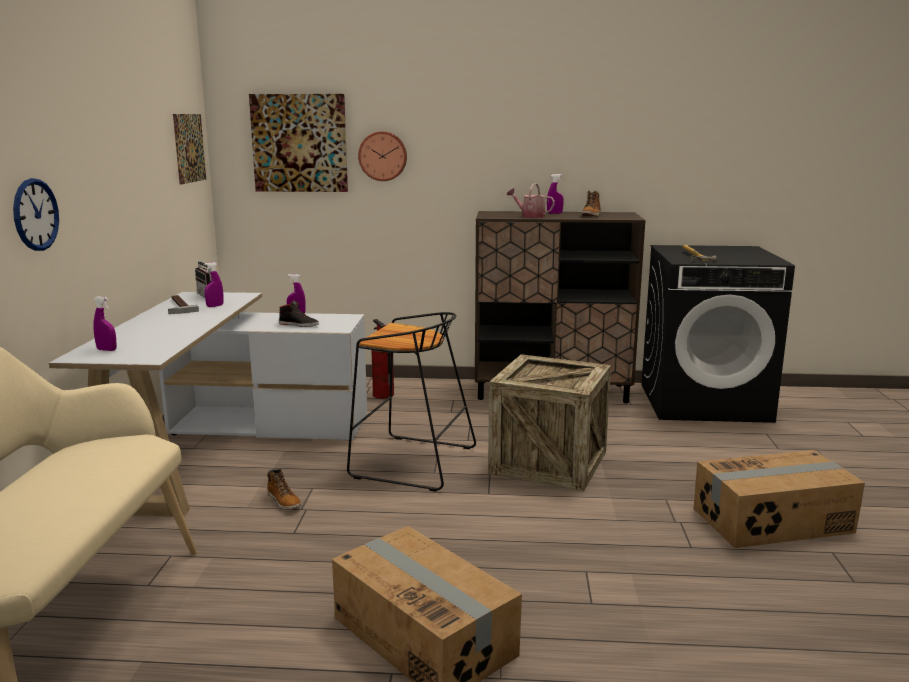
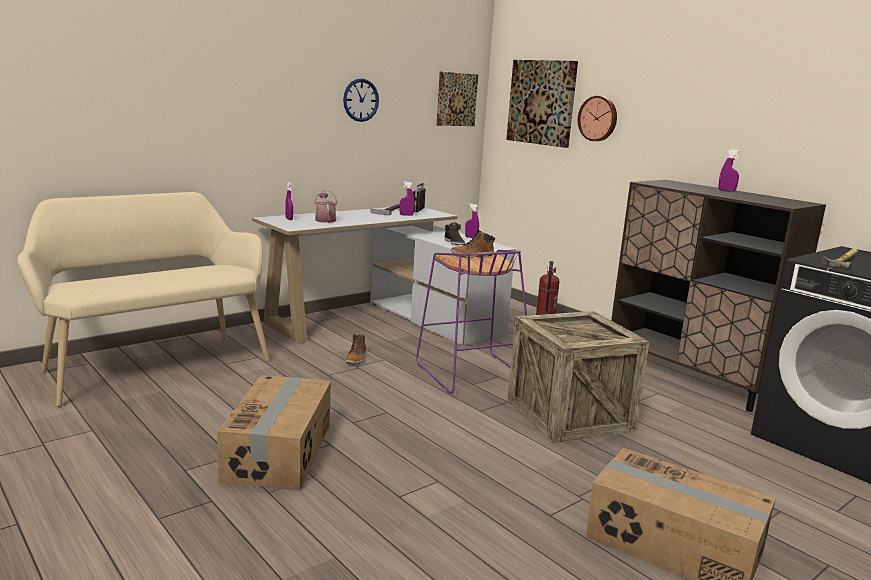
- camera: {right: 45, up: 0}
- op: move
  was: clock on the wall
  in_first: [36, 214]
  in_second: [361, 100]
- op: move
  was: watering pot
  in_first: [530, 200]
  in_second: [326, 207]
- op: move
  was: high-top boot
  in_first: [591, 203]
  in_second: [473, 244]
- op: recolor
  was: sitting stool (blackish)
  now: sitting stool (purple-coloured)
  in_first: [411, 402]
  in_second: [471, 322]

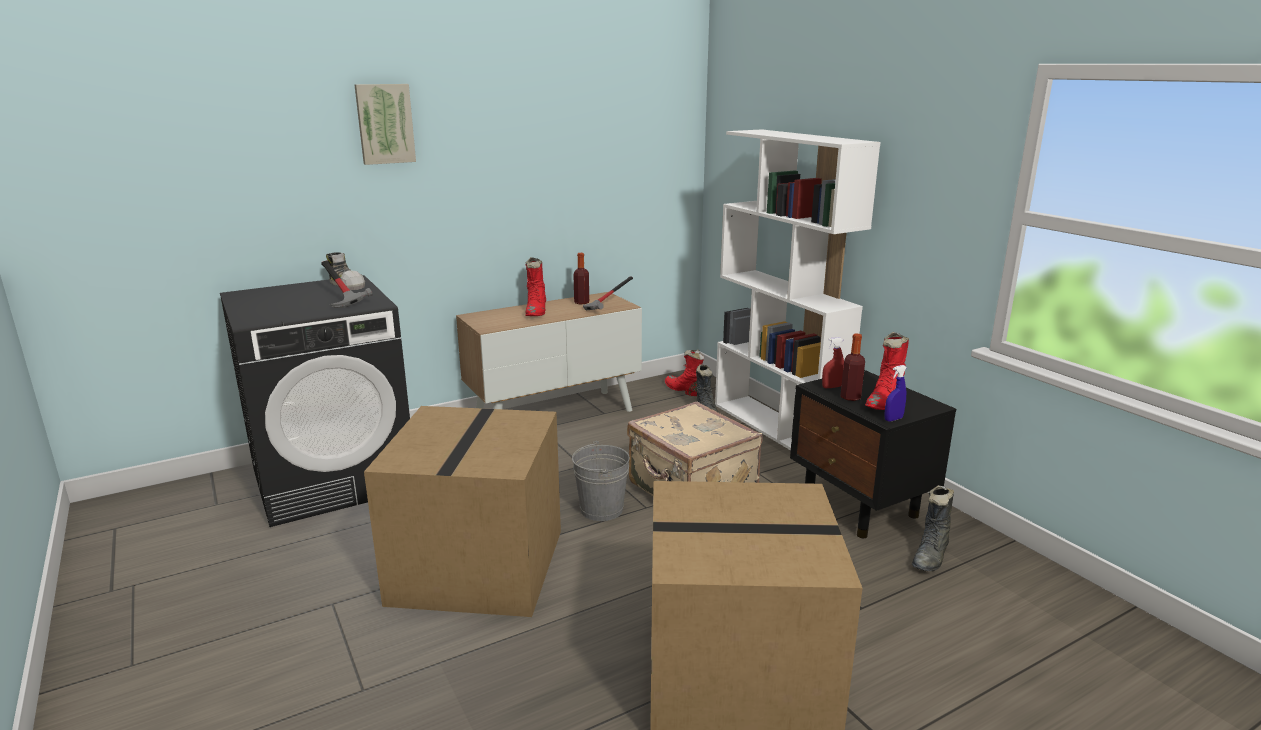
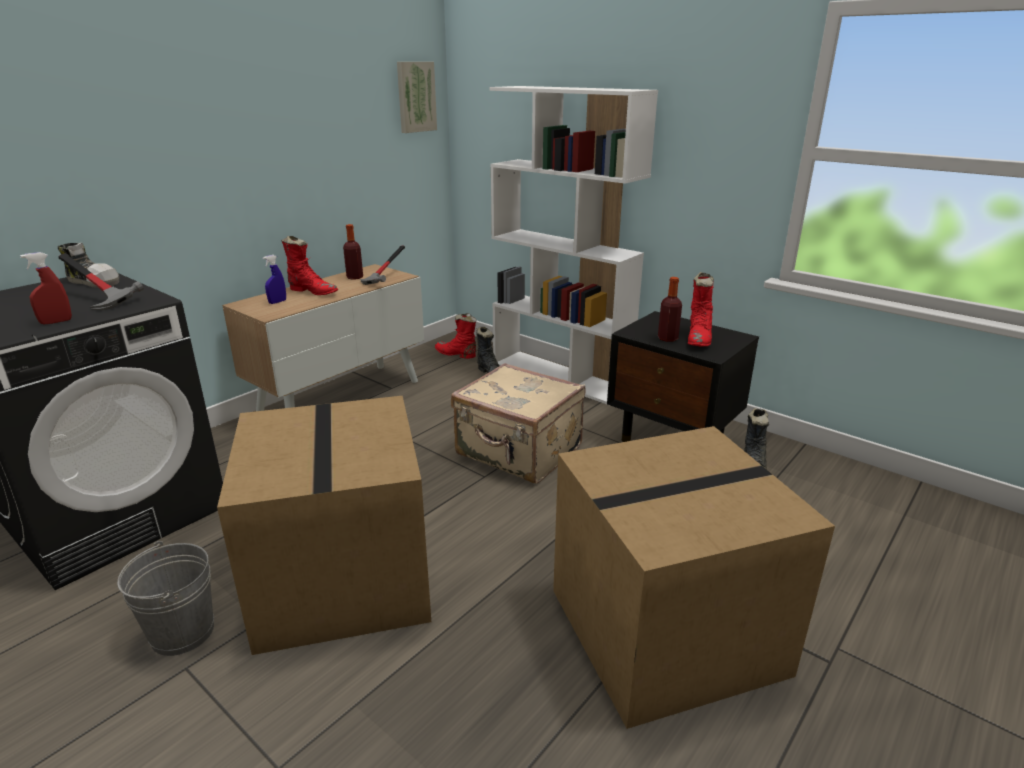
- camera: {right: -20, up: 5}
- op: move
  was: wall picture
  in_first: [385, 124]
  in_second: [417, 97]
- op: move
  was: bucket (grey)
  in_first: [601, 481]
  in_second: [165, 598]
- op: move
  was: spray bottle (red)
  in_first: [833, 362]
  in_second: [46, 288]
- op: move
  was: spray bottle (blue)
  in_first: [895, 393]
  in_second: [274, 279]
- op: rotate
  was: high-top boot (red)
  in_first: [535, 286]
  in_second: [309, 265]
  clockwise: -45

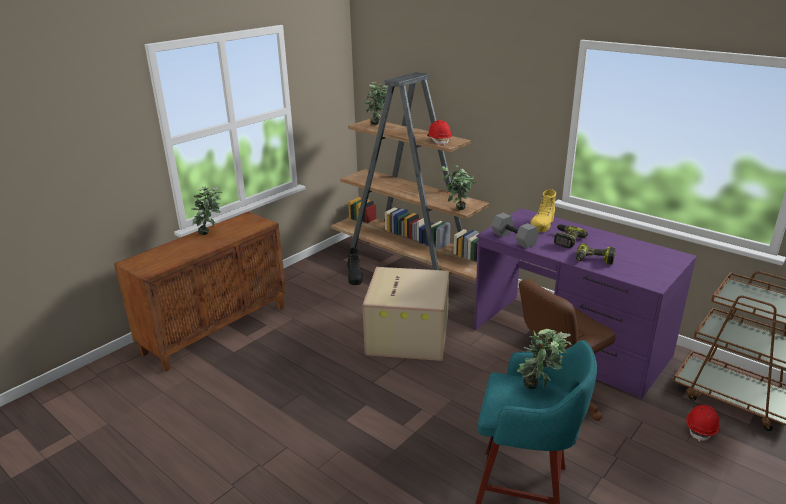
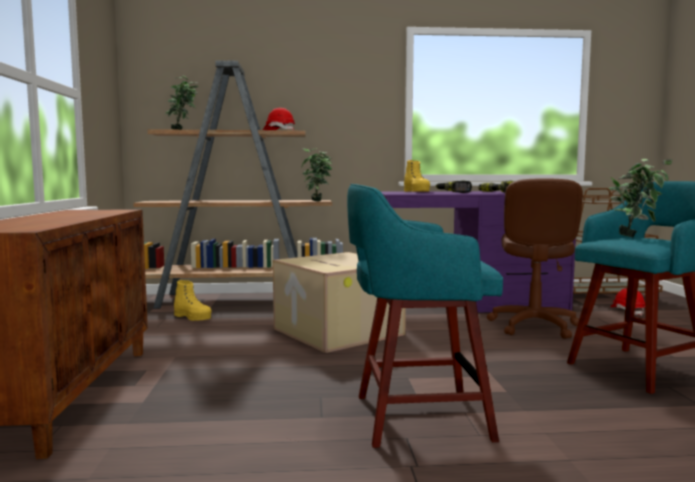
- camera: {right: -45, up: -20}
- op: delete
  was: potted plant
  in_first: [206, 210]
- op: delete
  was: free weight (grey)
  in_first: [515, 230]
- op: insert
  now: sitting stool (turquoise-coloured)
  in_second: [425, 316]
- op: recolor
  was: high-top boot (blackish)
  now: high-top boot (yellowish)
  in_first: [354, 266]
  in_second: [193, 300]

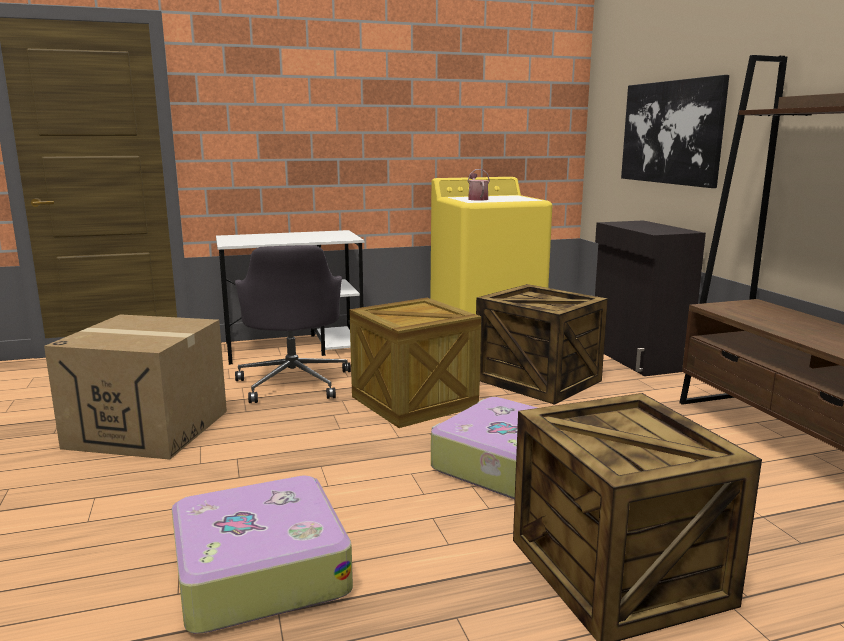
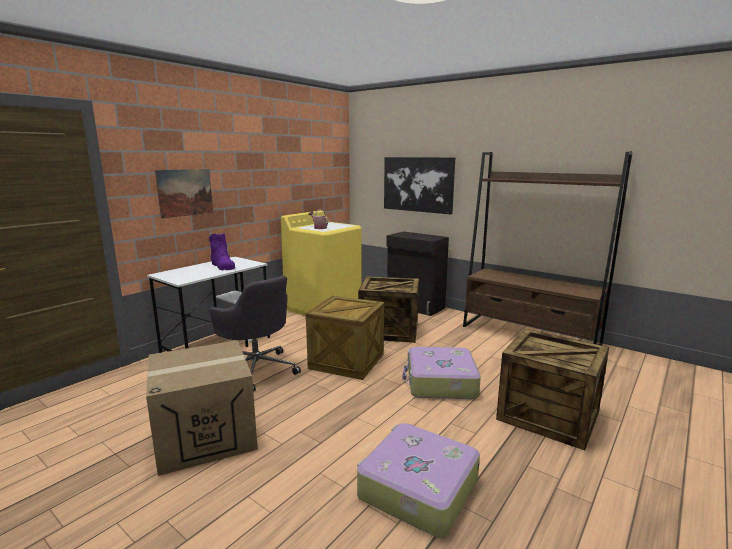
- camera: {right: -35, up: 0}
- op: insert
  now: wall picture
  in_second: [184, 194]
- op: insert
  now: high-top boot (purple-coloured)
  in_second: [222, 251]

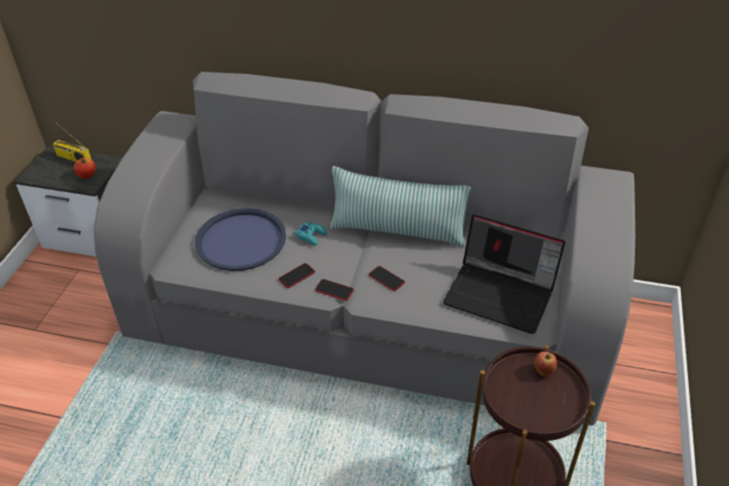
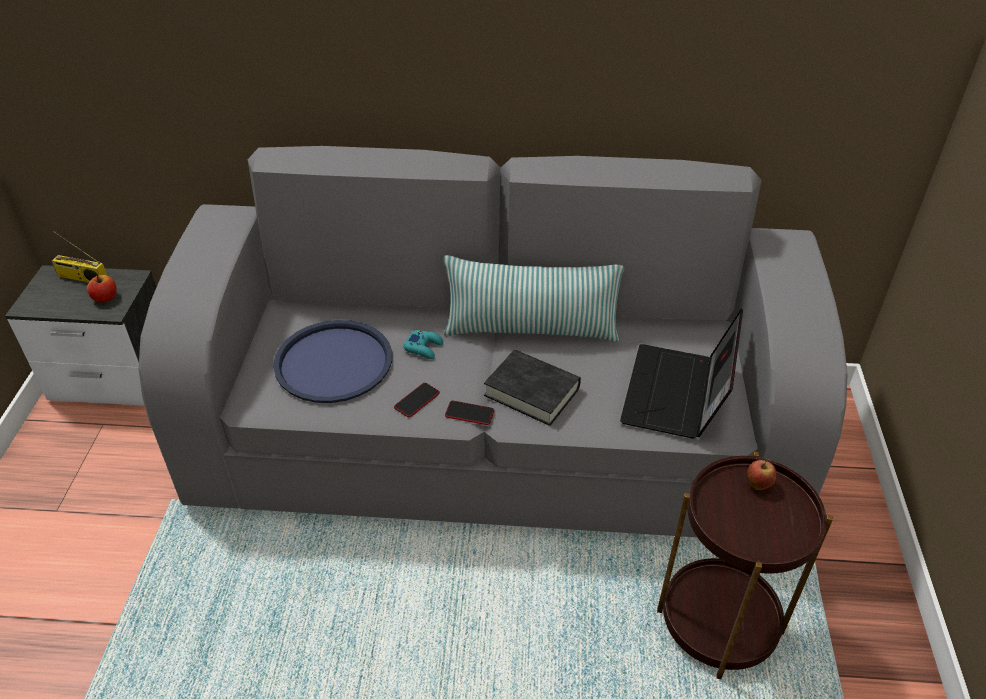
- camera: {right: -10, up: 0}
- op: replace
  was: telephone
  now: bound book (blackish)
  in_first: [386, 278]
  in_second: [532, 388]
- op: rotate
  was: portable computer
  in_first: [504, 274]
  in_second: [681, 373]
  clockwise: 90

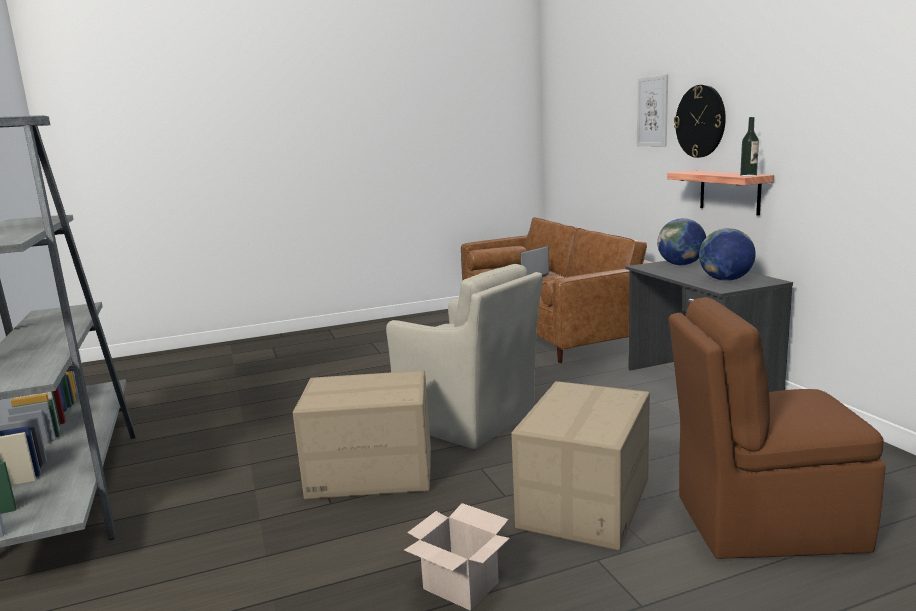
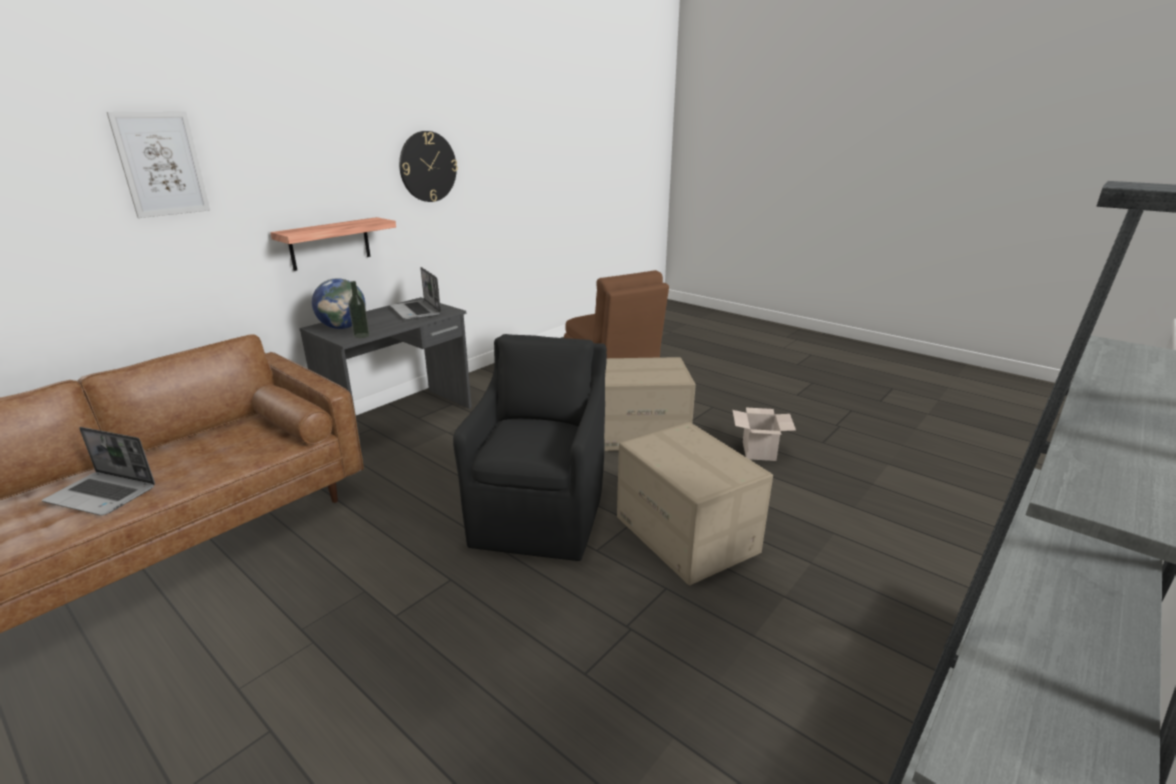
- camera: {right: -120, up: 10}
- op: move
  was: clock on the wall
  in_first: [700, 121]
  in_second: [428, 166]
- op: move
  was: beverage bottle
  in_first: [749, 146]
  in_second: [359, 309]
- op: replace
  was: desk globe
  now: portable computer
  in_first: [727, 254]
  in_second: [415, 293]
- op: recolor
  was: lounge chair (beige)
  now: lounge chair (blackish)
  in_first: [464, 356]
  in_second: [530, 447]

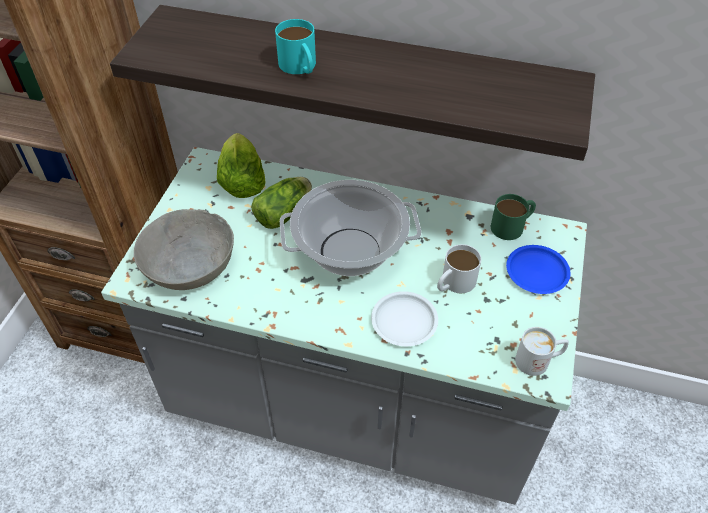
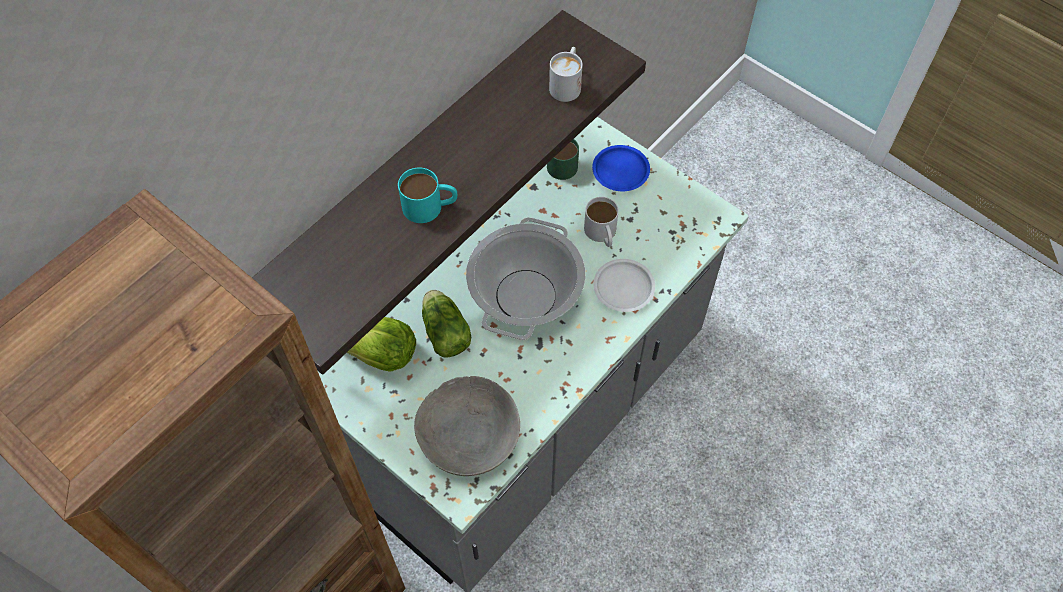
- camera: {right: -65, up: 10}
- op: move
  was: coffee mug (white-coloured)
  in_first: [542, 351]
  in_second: [566, 74]

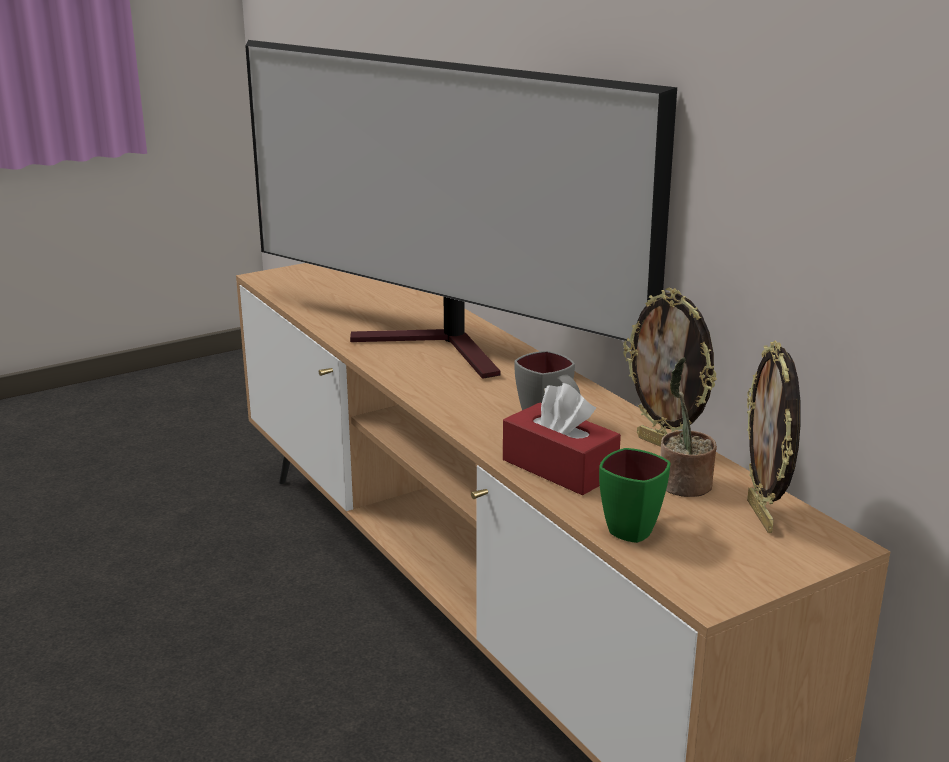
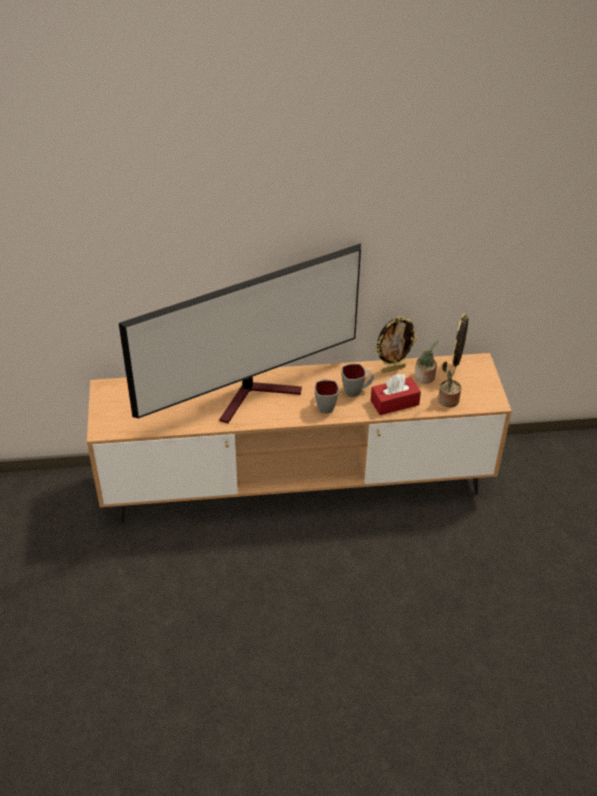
- camera: {right: -65, up: 20}
- op: insert
  now: coffee mug (grey)
  in_second: [327, 396]
- op: replace
  was: coffee mug (green)
  now: potted plant
  in_first: [634, 495]
  in_second: [449, 384]
- op: rotate
  was: picture frame
  in_first: [774, 436]
  in_second: [460, 344]
  clockwise: 90

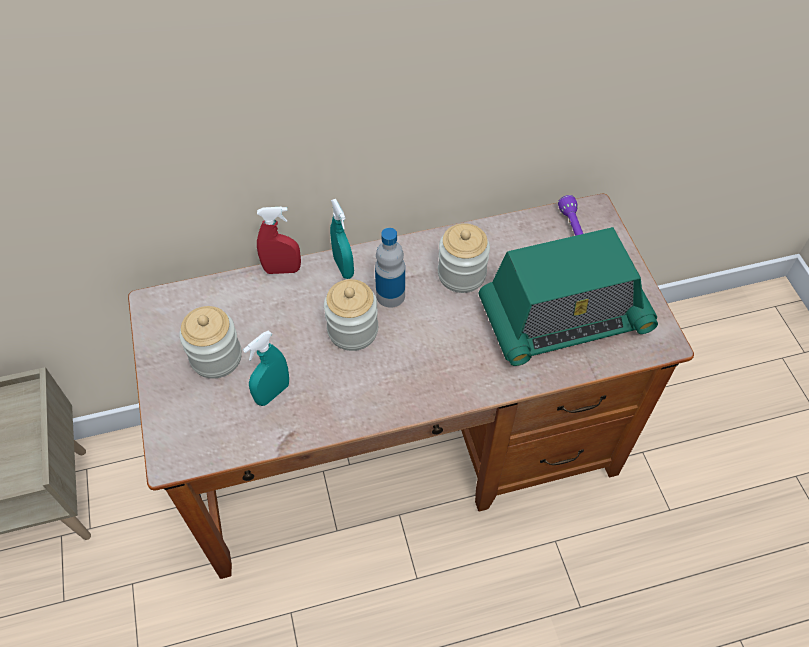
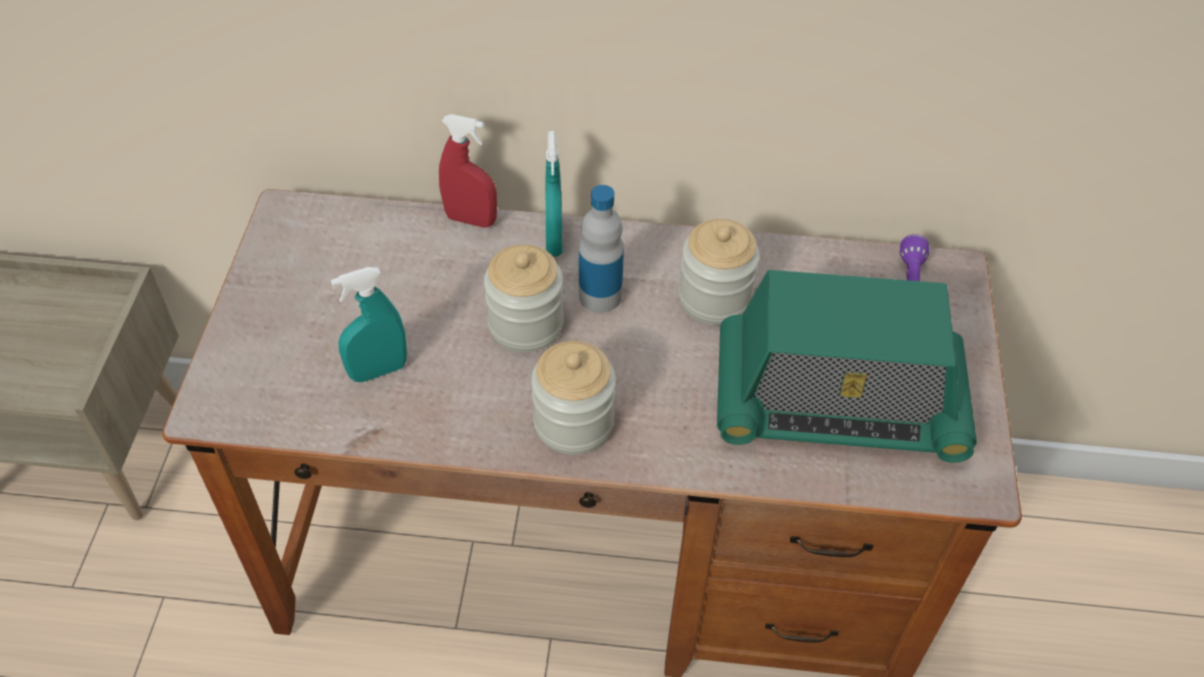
- camera: {right: 20, up: -5}
- op: move
  was: jar
  in_first: [210, 342]
  in_second: [573, 398]

